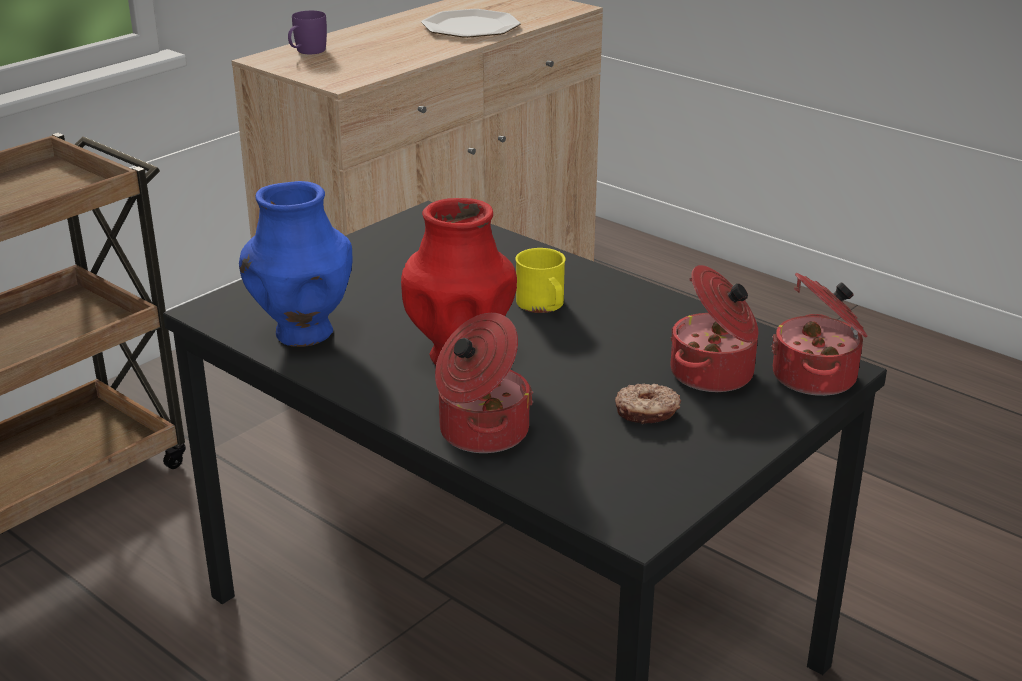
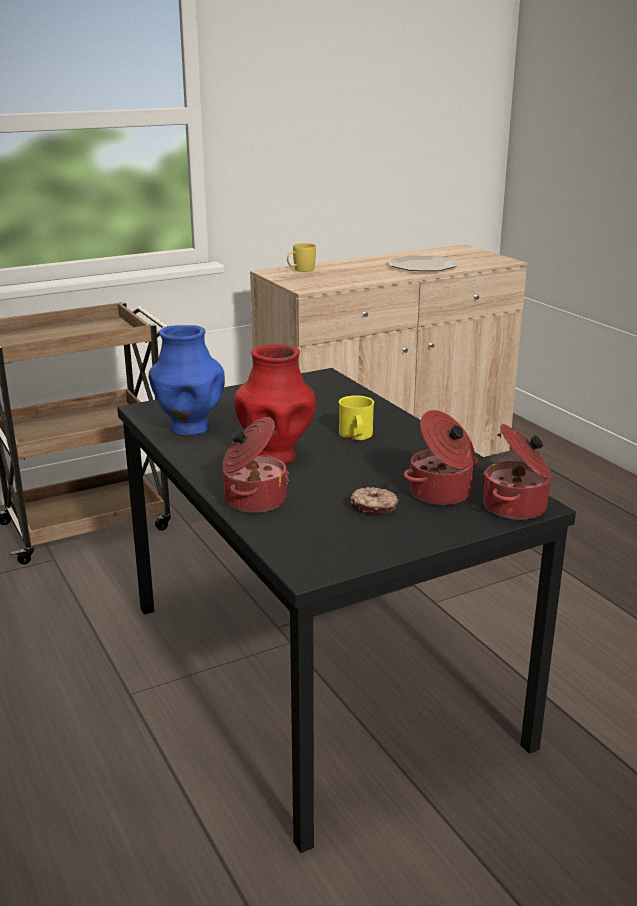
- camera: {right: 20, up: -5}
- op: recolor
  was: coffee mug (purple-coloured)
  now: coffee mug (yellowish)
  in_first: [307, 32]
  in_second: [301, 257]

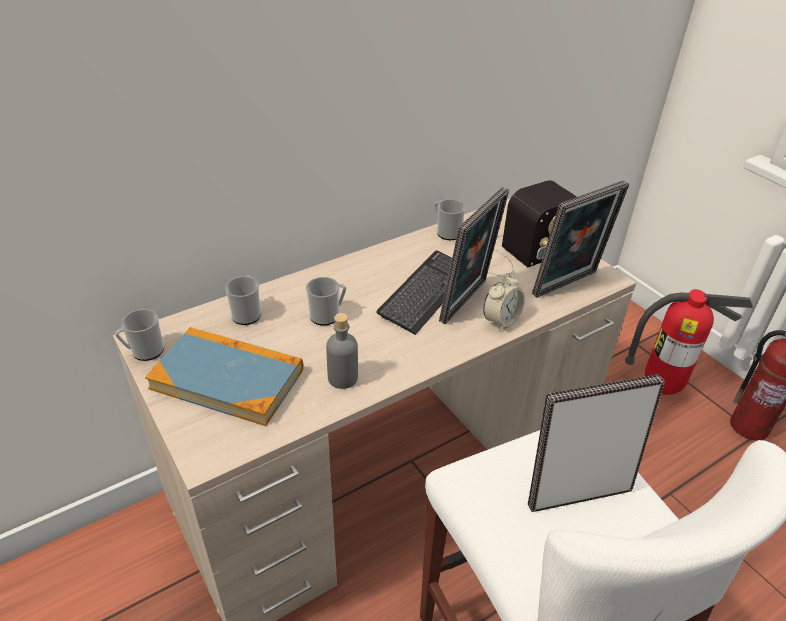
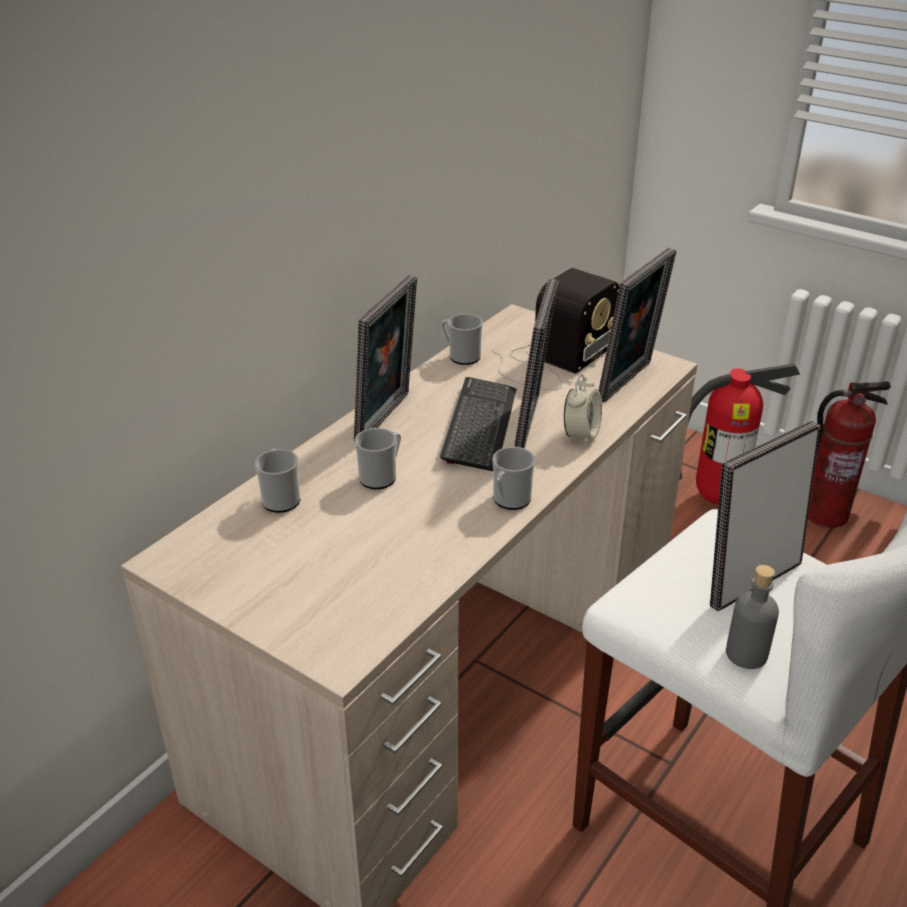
- camera: {right: -20, up: -5}
- op: delete
  was: bound book
  in_first: [224, 376]
- op: insert
  now: picture frame
  in_second: [385, 358]
- op: move
  was: coffee mug
  in_first: [139, 335]
  in_second: [513, 478]
- op: move
  was: beverage bottle (grey)
  in_first: [342, 351]
  in_second: [752, 617]

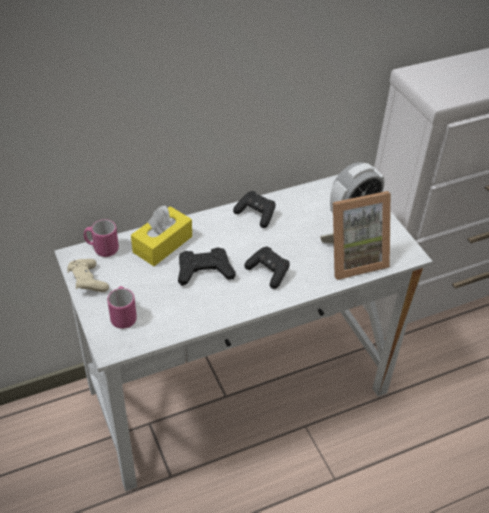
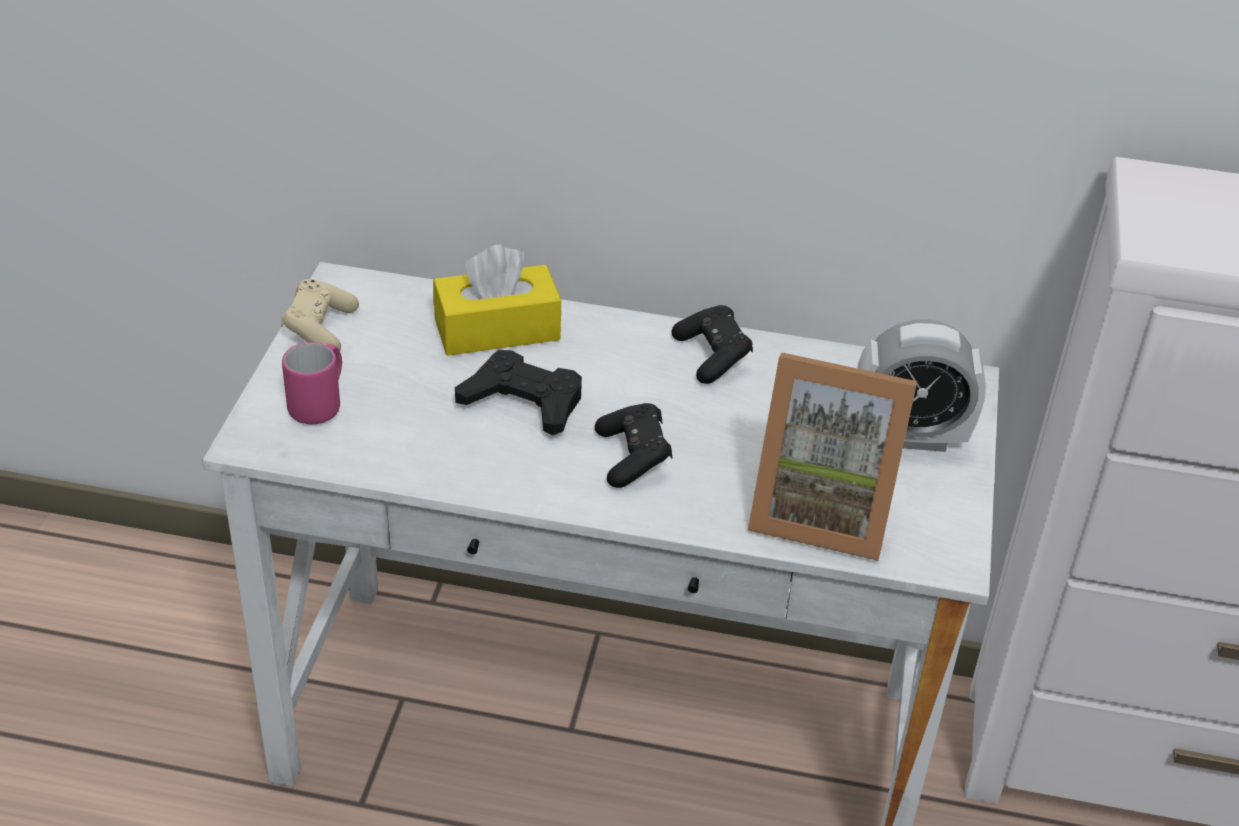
- camera: {right: 35, up: -5}
- op: delete
  was: coffee mug (pink-coloured)
  in_first: [101, 238]

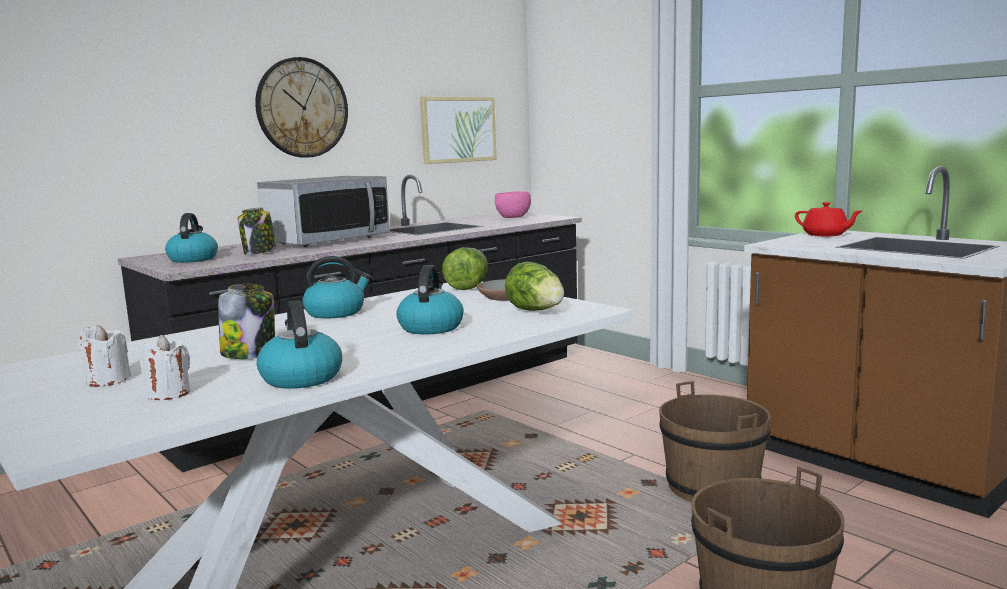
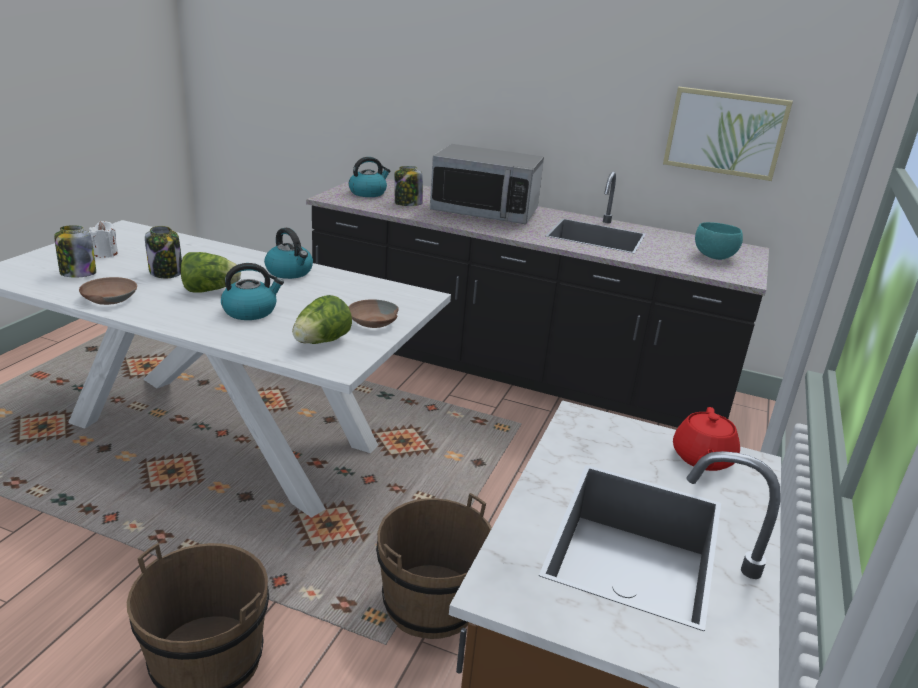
- camera: {right: 60, up: 15}
- op: delete
  was: clock on the wall
  in_first: [301, 107]
- op: move
  was: lettuce
  in_first: [465, 268]
  in_second: [211, 272]
- op: replace
  was: wax candle (white-coloured)
  now: jar
  in_first: [164, 367]
  in_second: [75, 251]
- op: replace
  was: water kettle
  now: serving bowl (brown-coloured)
  in_first: [299, 344]
  in_second: [108, 291]
- op: recolor
  was: serving bowl (pink-coloured)
  now: serving bowl (turquoise-coloured)
  in_first: [513, 204]
  in_second: [719, 241]

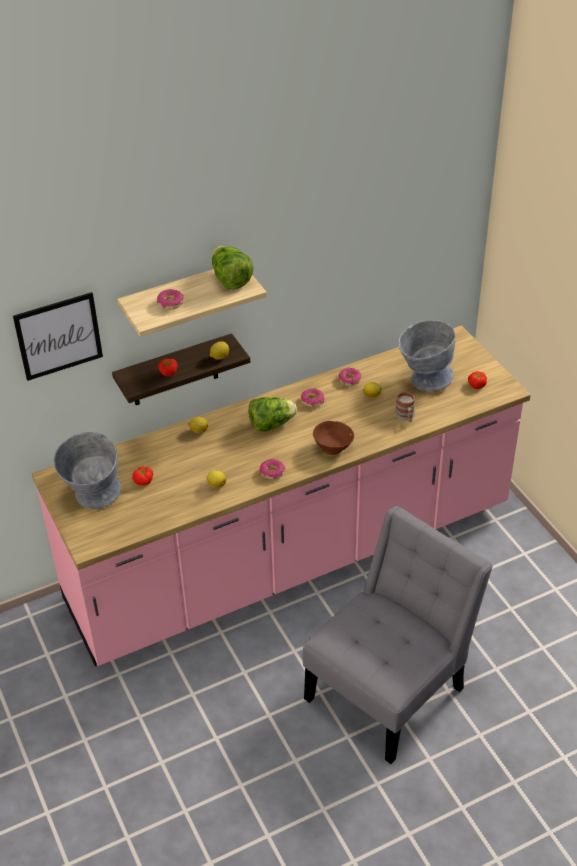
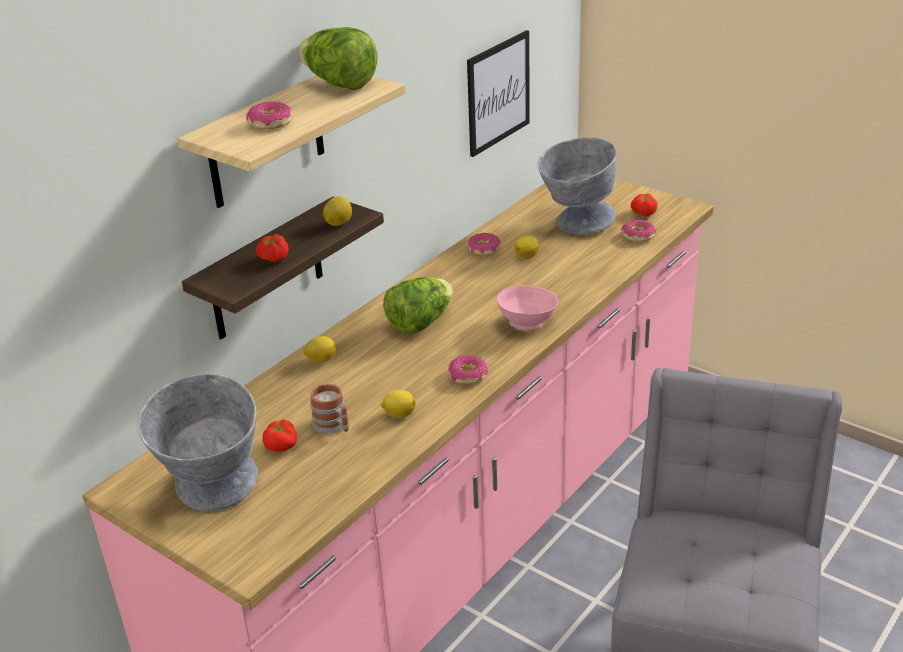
- camera: {right: -25, up: -10}
- op: move
  was: wall picture
  in_first: [58, 336]
  in_second: [498, 93]
- op: move
  was: donut
  in_first: [312, 398]
  in_second: [638, 231]
- op: move
  was: coffee mug
  in_first: [404, 406]
  in_second: [329, 409]
- op: recolor
  was: serving bowl (brown-coloured)
  now: serving bowl (pink-coloured)
  in_first: [333, 438]
  in_second: [527, 308]

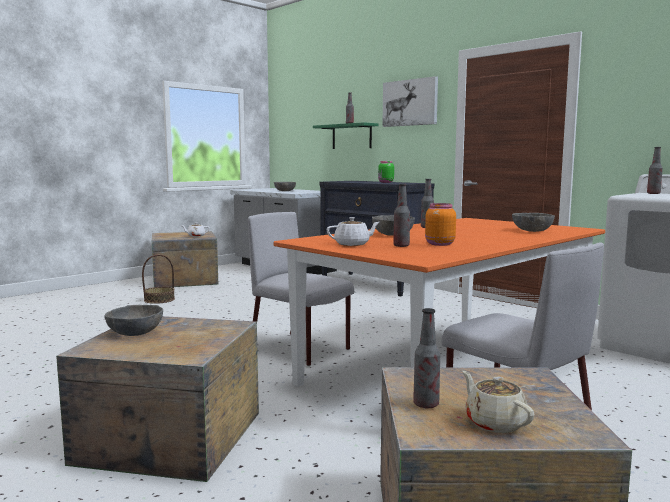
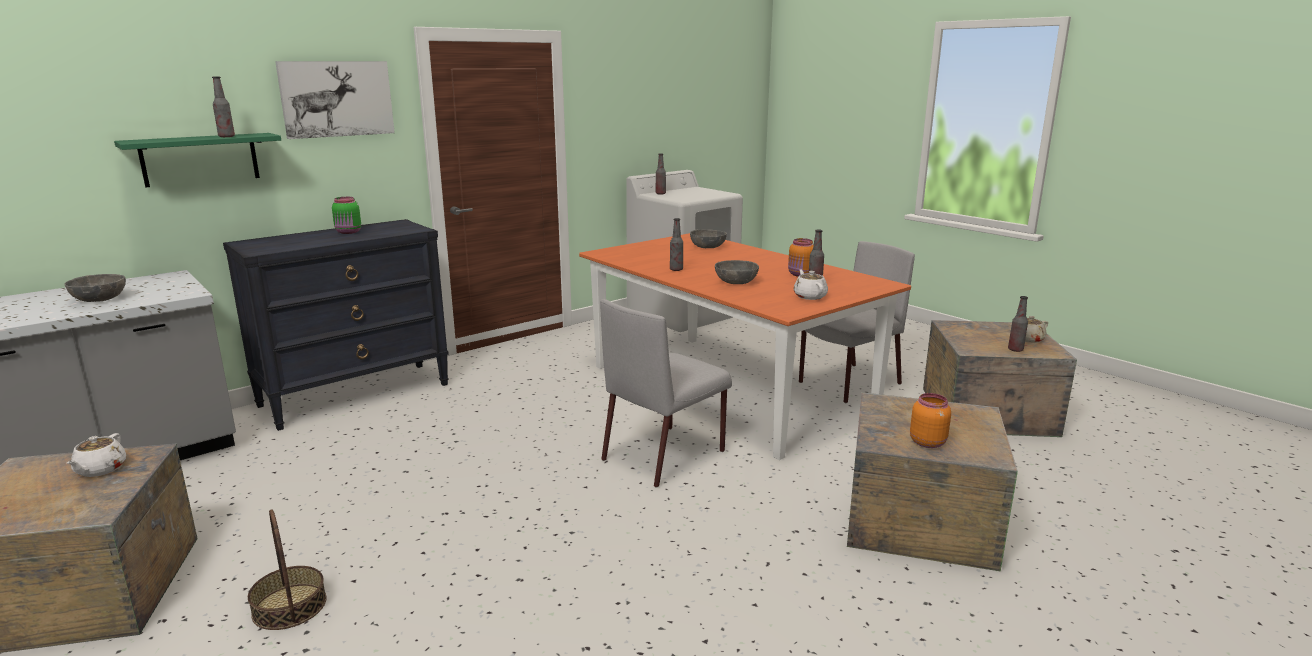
- camera: {right: -85, up: 10}
- op: replace
  was: serving bowl (grey)
  now: jar (orange)
  in_first: [133, 320]
  in_second: [930, 420]

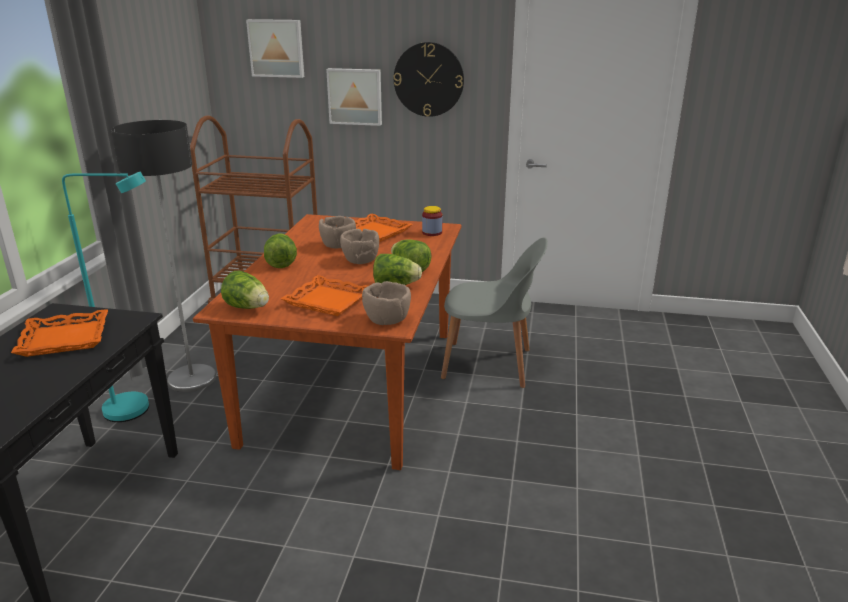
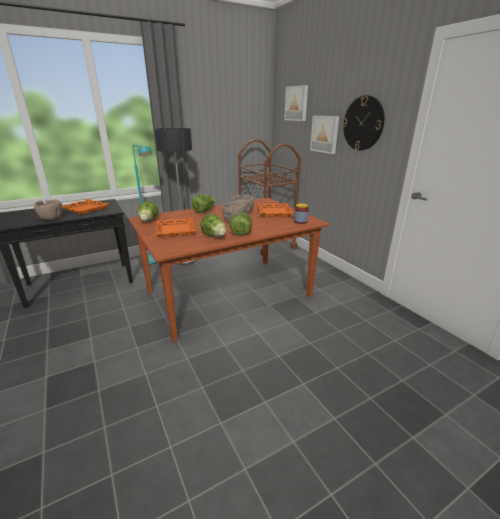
- camera: {right: 50, up: 0}
- op: delete
  was: upright chair (grey)
  in_first: [494, 312]
- op: move
  was: serving bowl (brown-coloured)
  in_first: [386, 303]
  in_second: [48, 210]

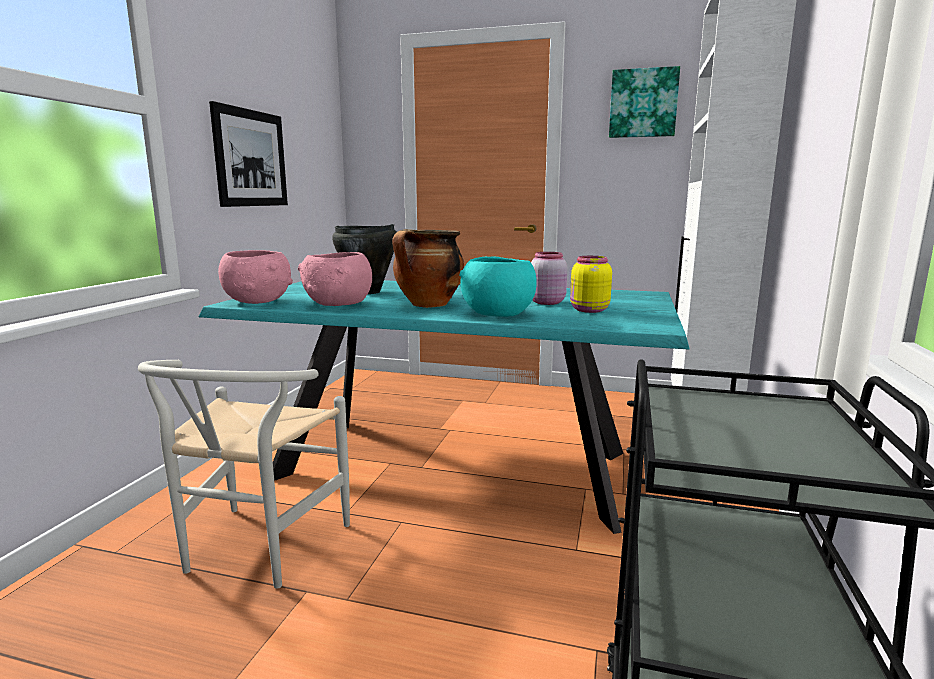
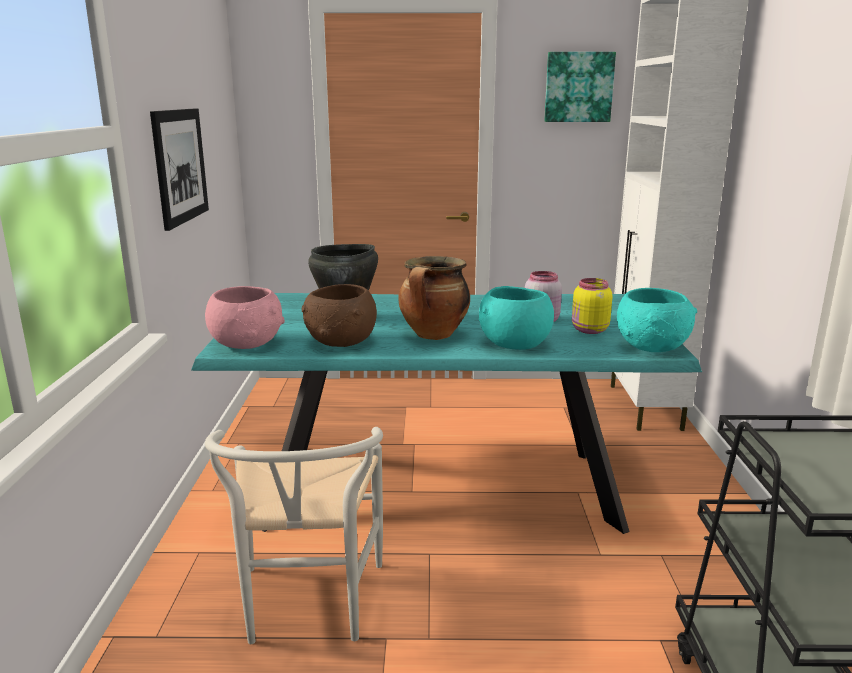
- camera: {right: -15, up: 5}
- op: insert
  now: serving bowl (turquoise-coloured)
  in_second: [657, 320]
- op: recolor
  was: serving bowl (pink-coloured)
  now: serving bowl (brown-coloured)
  in_first: [335, 279]
  in_second: [339, 315]

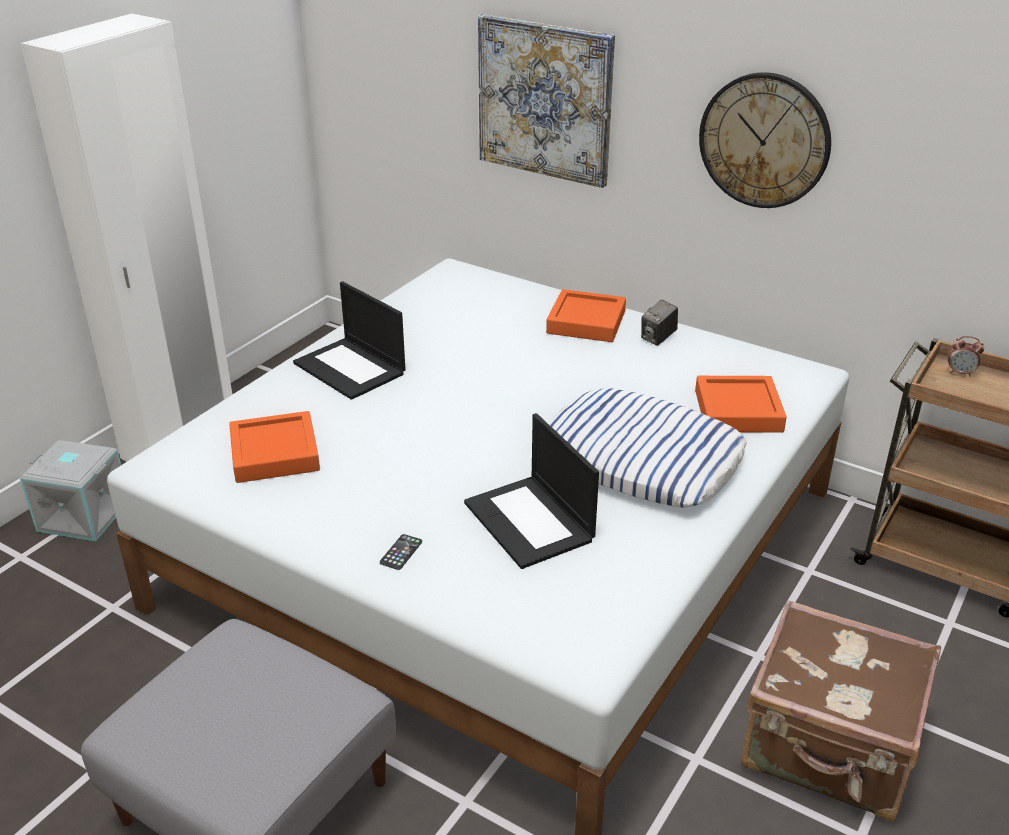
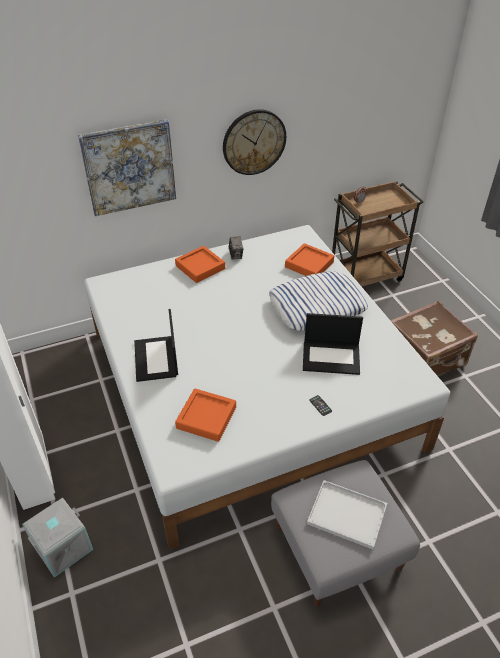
- camera: {right: -55, up: 10}
- op: insert
  now: serving tray (white-coloured)
  in_second: [347, 514]
- op: rotate
  was: portable computer
  in_first: [349, 340]
  in_second: [156, 345]
  clockwise: 90

